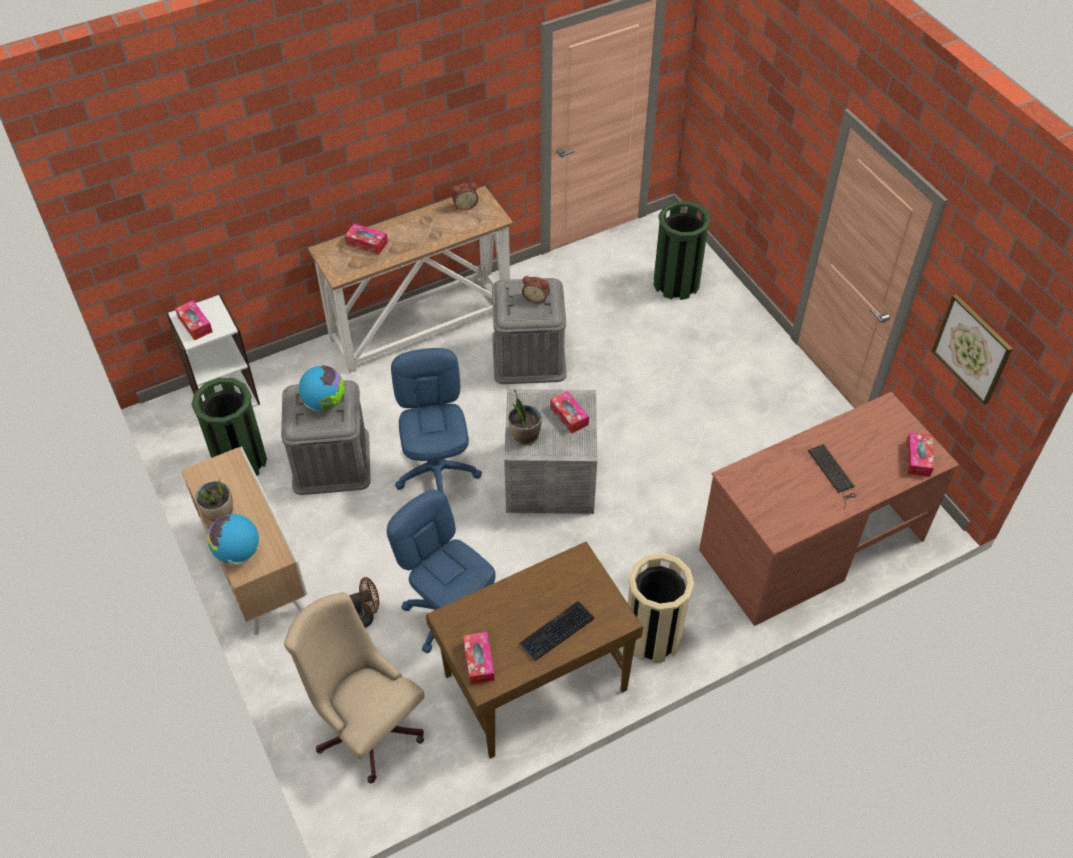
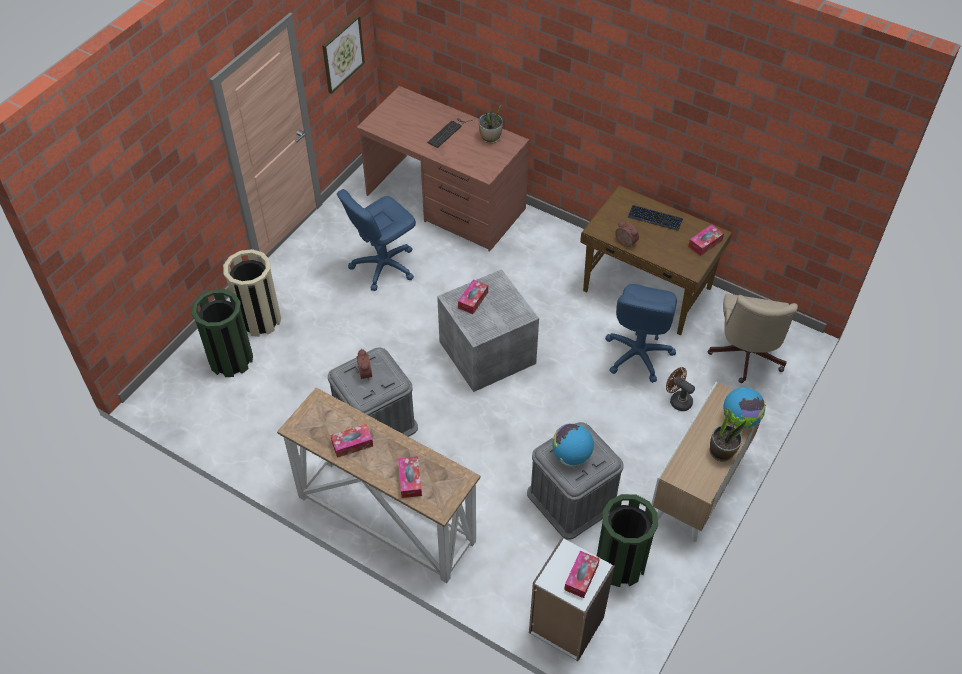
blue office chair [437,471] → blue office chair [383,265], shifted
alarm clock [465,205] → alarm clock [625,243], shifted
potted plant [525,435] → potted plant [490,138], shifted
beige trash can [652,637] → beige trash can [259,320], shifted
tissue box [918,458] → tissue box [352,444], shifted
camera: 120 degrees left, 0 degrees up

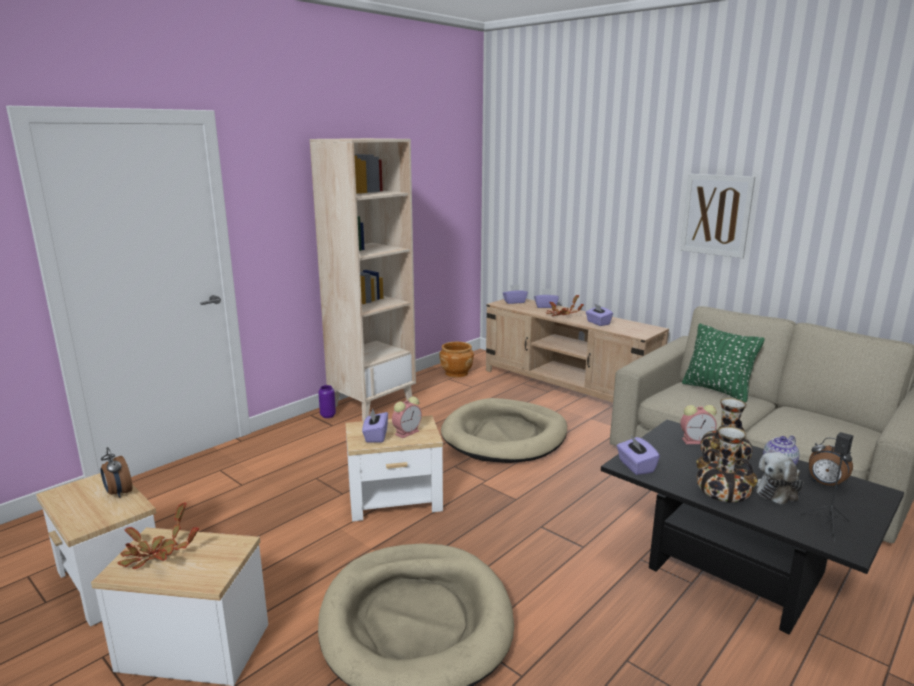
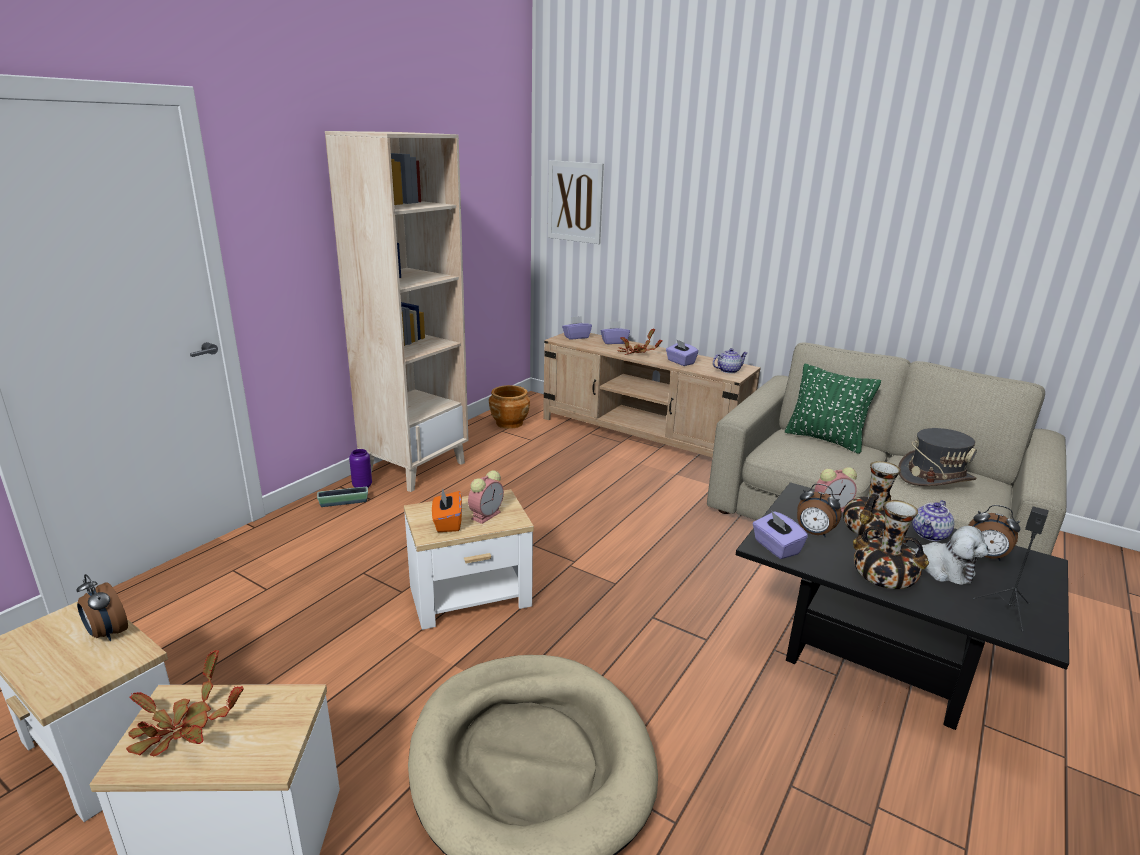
purple tissue box [375,436] → orange tissue box [447,523]
beige dog bed [505,436] → -
picture [716,215] → picture [575,202], shifted
plush toy [778,490] → plush toy [941,568], 90 degrees counterclockwise
- → planter [343,502]
- → teapot [728,370]
- → alarm clock [813,533]
- → grey hat [935,477]
camera: 10 degrees left, 5 degrees up

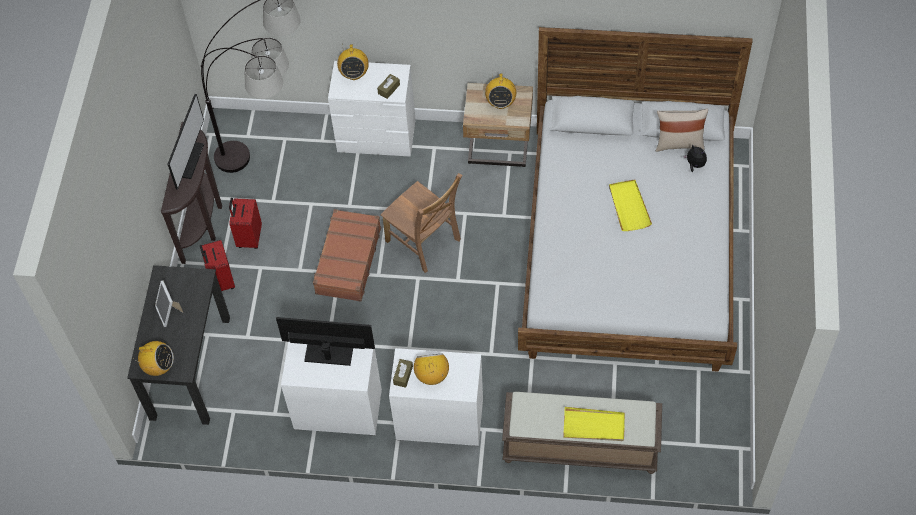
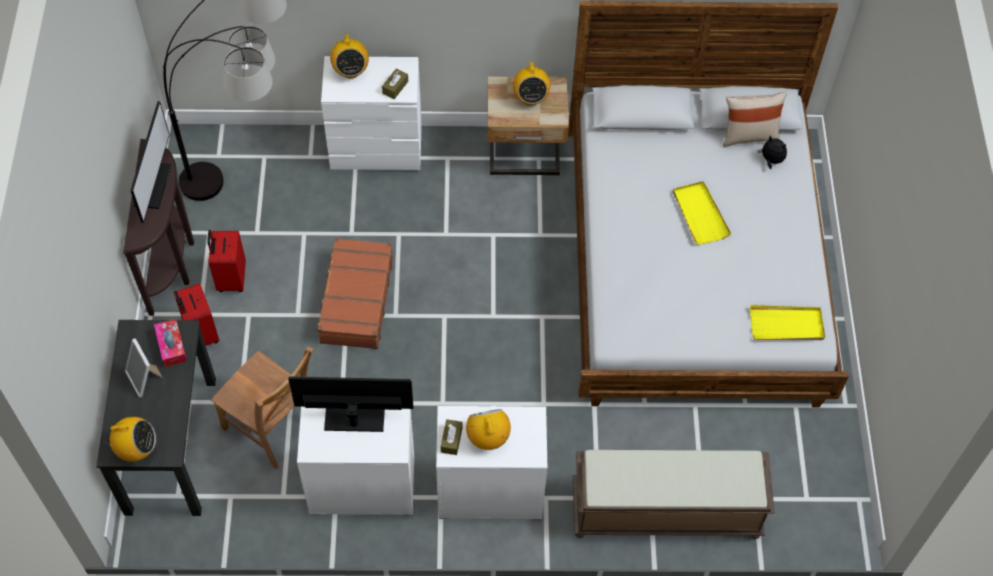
brown chair [425,242] → brown chair [274,427], shifted
yellow tray [594,426] → yellow tray [786,325], shifted
- → tissue box [171,346]
camera: 10 degrees left, 0 degrees up

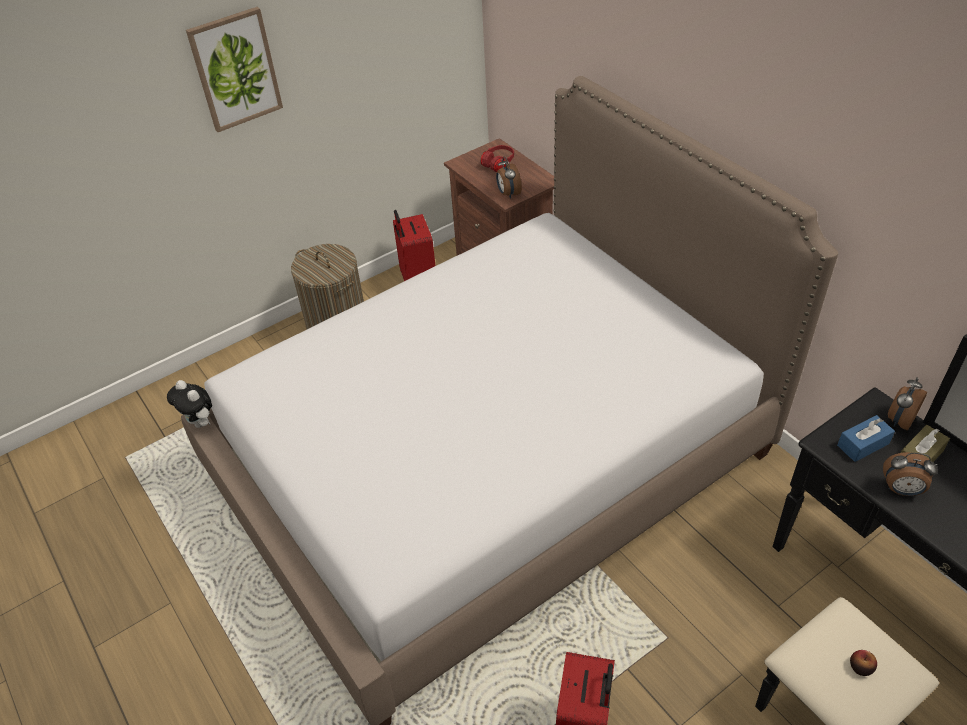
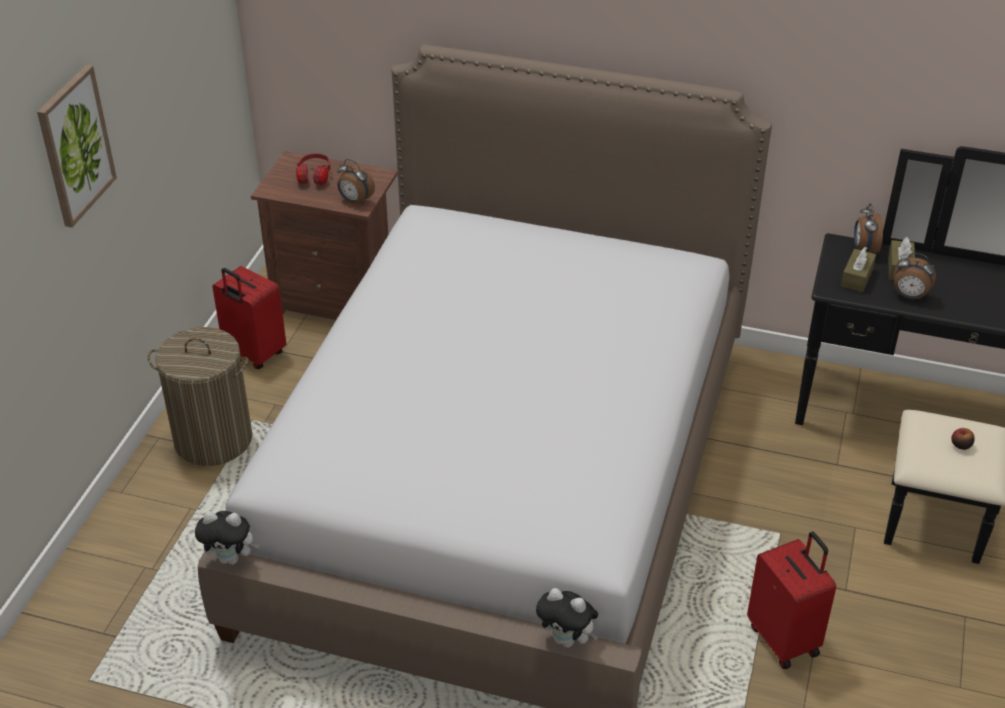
blue tissue box [863,444] → brown tissue box [857,277]
alarm clock [901,490] → alarm clock [909,296], 45 degrees clockwise
- → plush toy [567,640]
camera: 40 degrees left, 5 degrees down

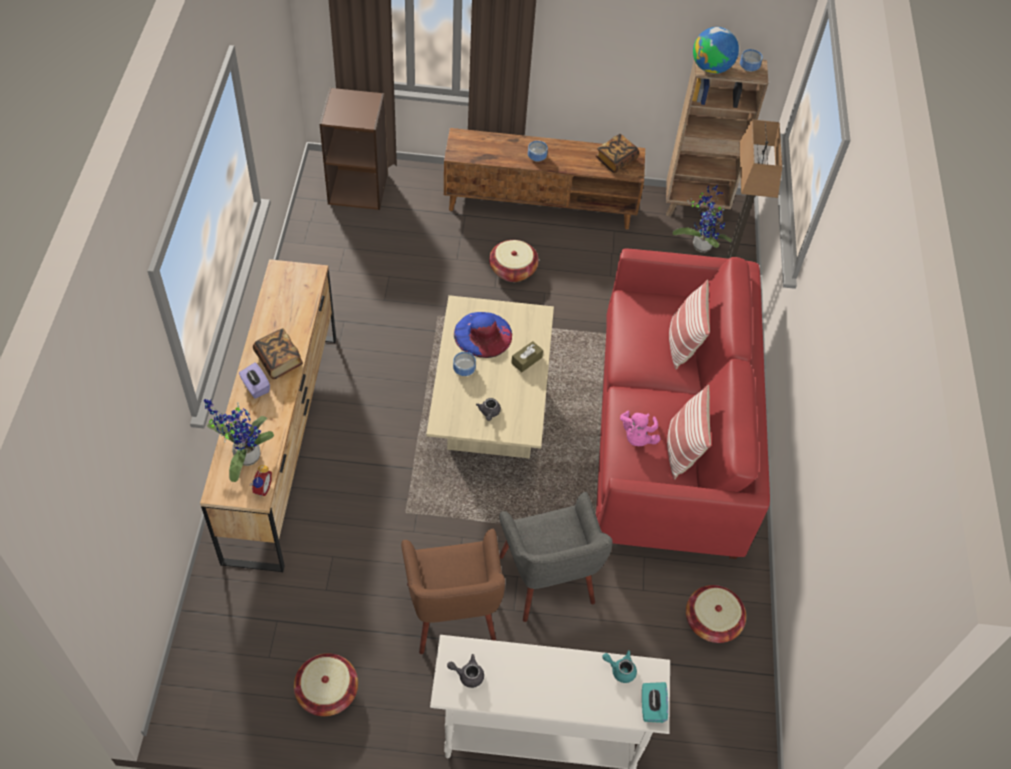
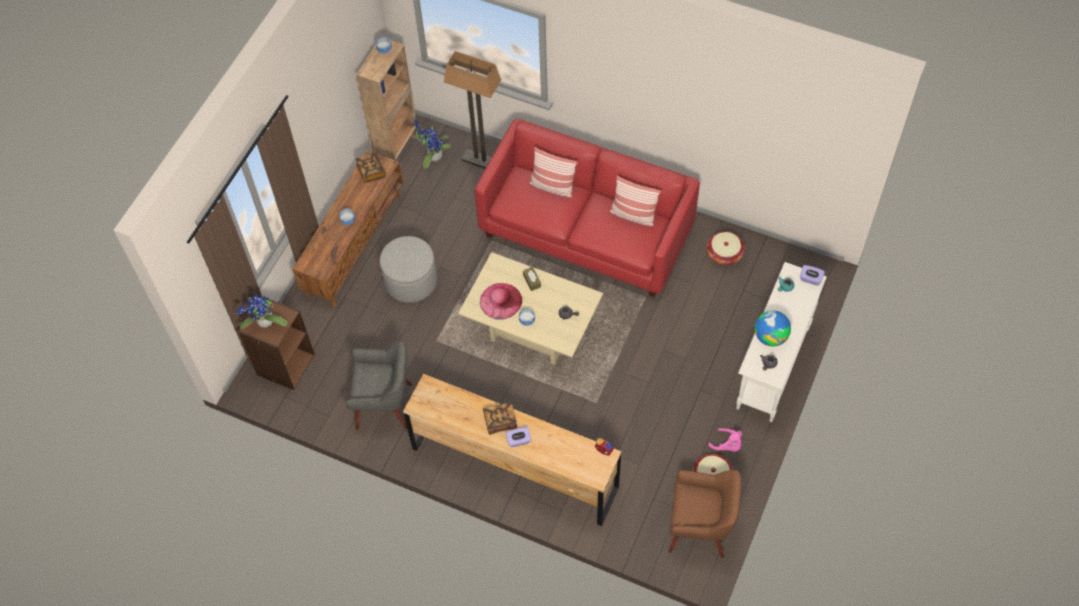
potted plant [244,456] → potted plant [264,323], shifted
brown armchair [452,613] → brown armchair [699,529], shifted
blue hat [483,334] → pink hat [500,301]
basket [513,270] → grey ottoman [411,281]
grey armchair [548,580] → grey armchair [385,405], shifted
pink plush toy [637,437] → pink plush toy [727,445], shifted
turquoise tissue box [652,707] → purple tissue box [810,279]
globe [711,68] → globe [770,336], shifted
camera: 65 degrees left, 5 degrees up

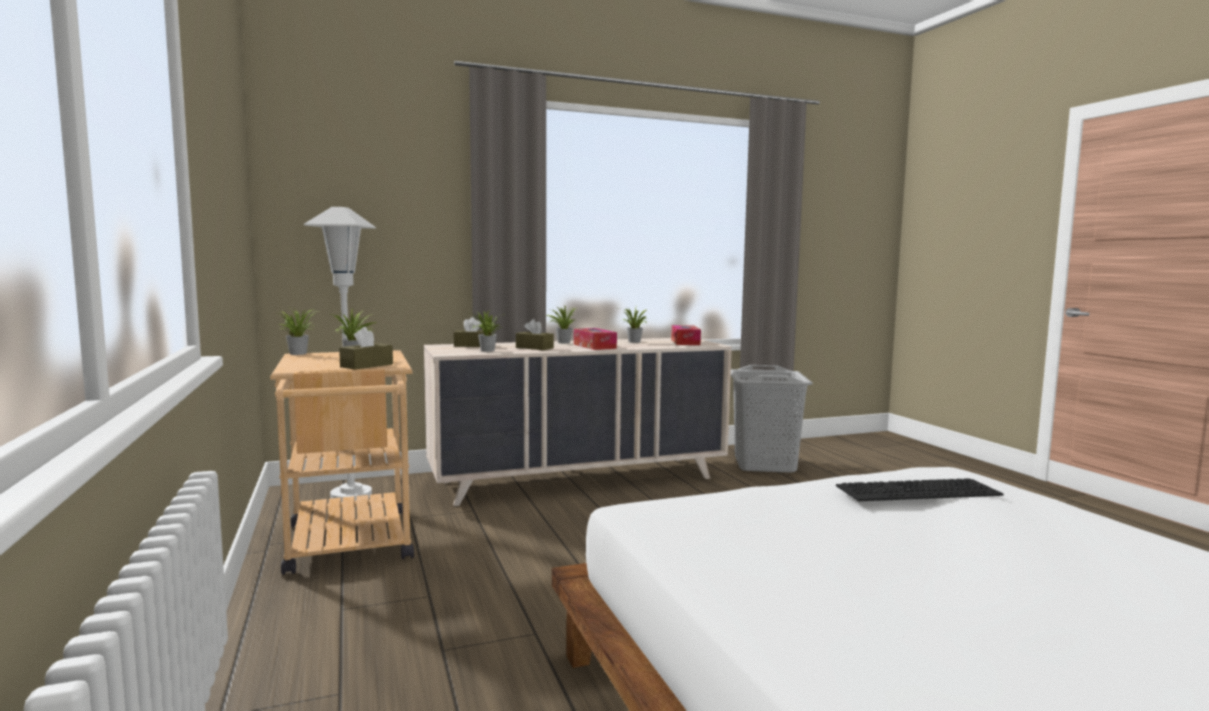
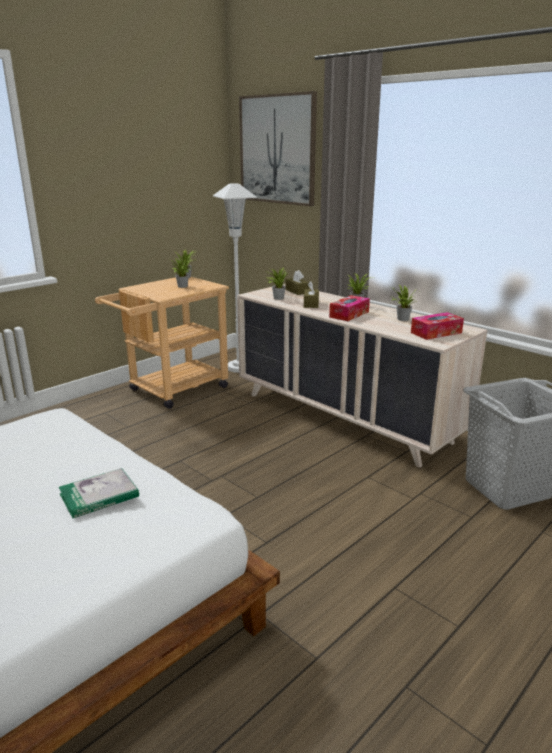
brown tissue box [367,365] → -
keyboard [918,491] → book [99,495]
- → picture [277,150]
camera: 65 degrees right, 15 degrees up

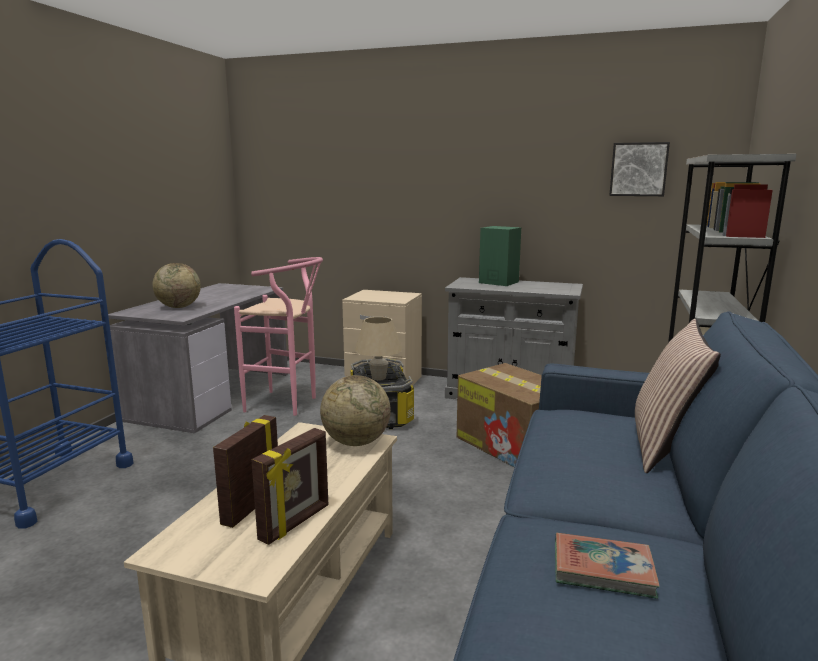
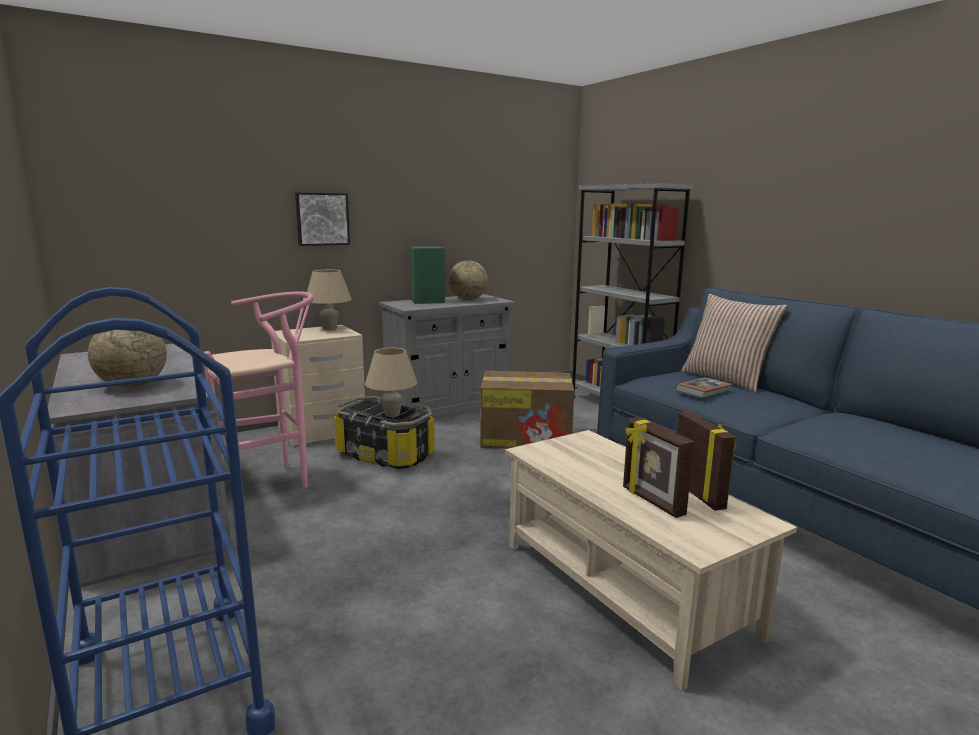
globe [356,442] → globe [468,299], shifted
book [602,570] → book [703,391], shifted
picture [638,169] → picture [322,219], shifted
- → beige table lamp [329,328]
camera: 50 degrees left, 0 degrees up

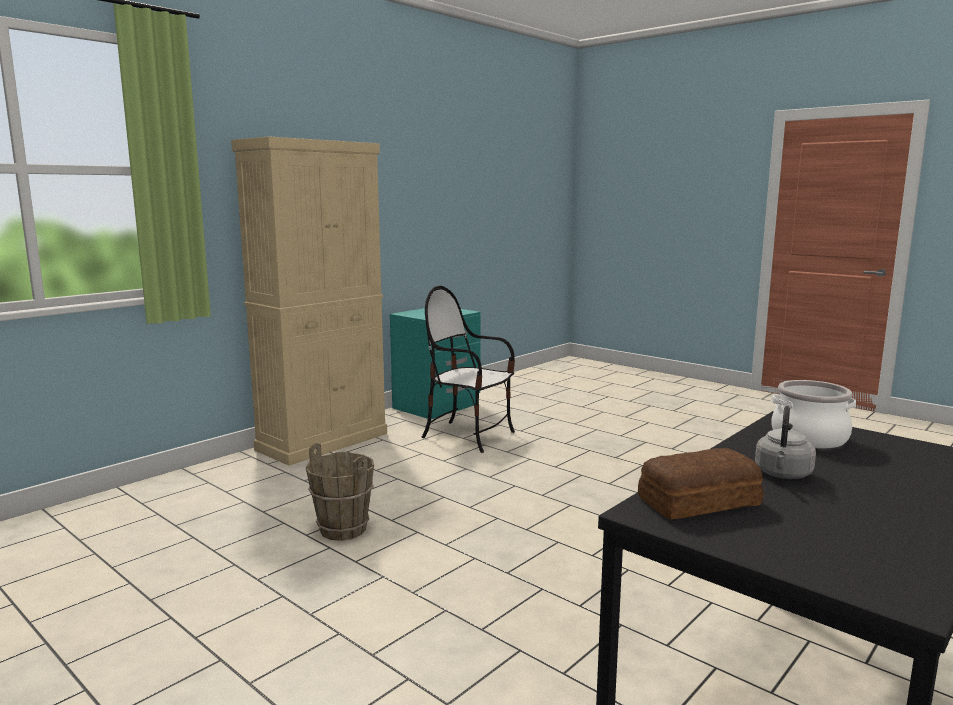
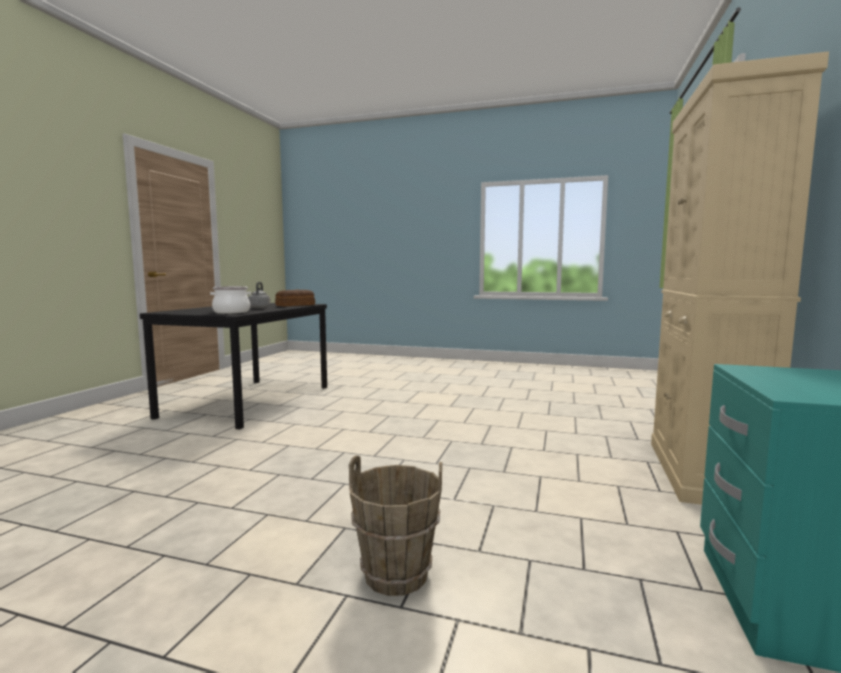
brown bucket [343,529] → brown bucket [396,575], shifted
chair [469,436] → -
camera: 155 degrees right, 5 degrees down

